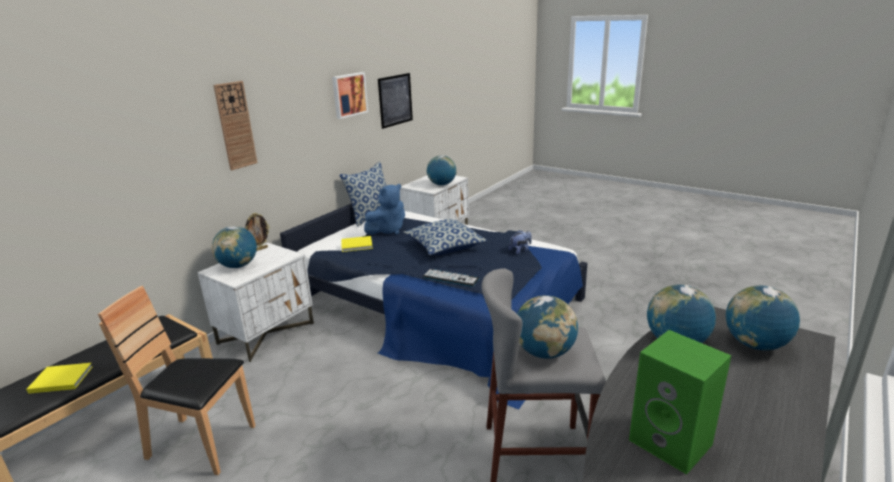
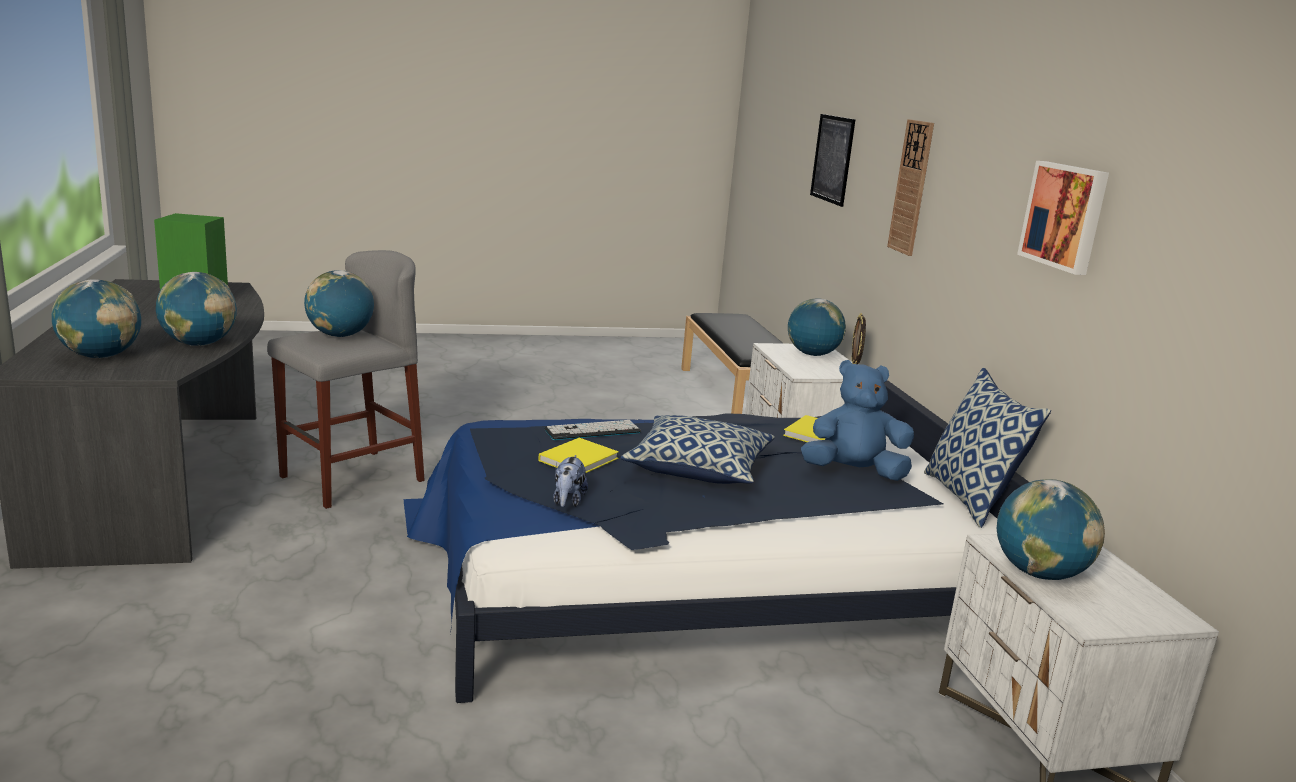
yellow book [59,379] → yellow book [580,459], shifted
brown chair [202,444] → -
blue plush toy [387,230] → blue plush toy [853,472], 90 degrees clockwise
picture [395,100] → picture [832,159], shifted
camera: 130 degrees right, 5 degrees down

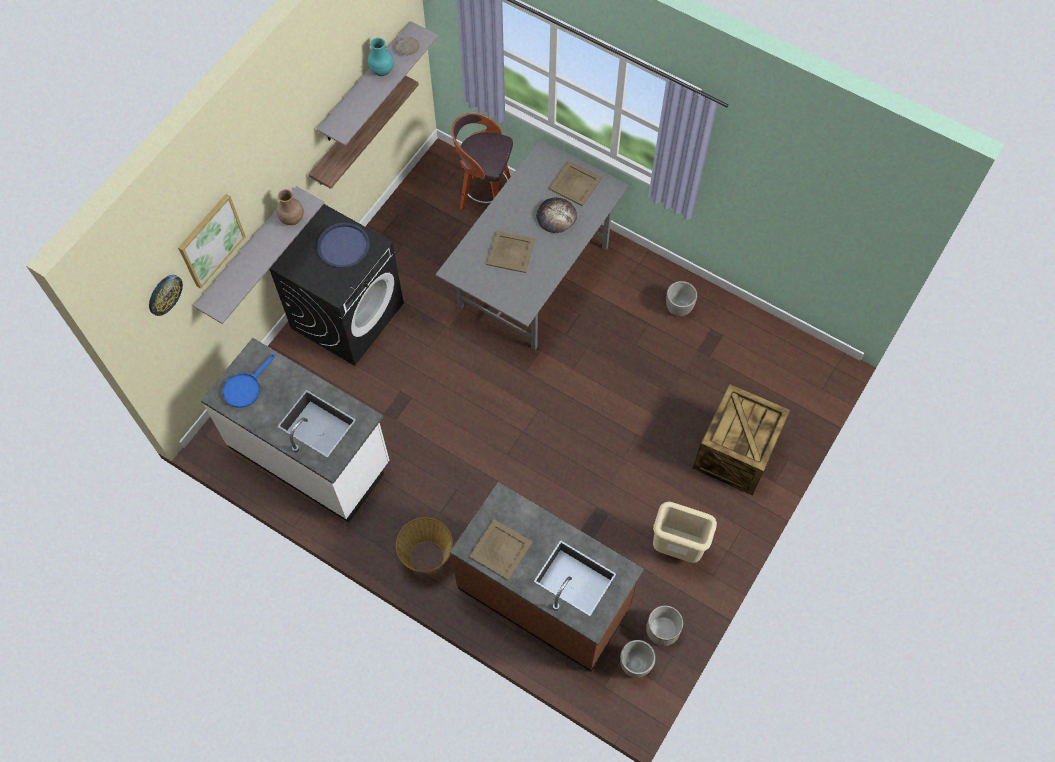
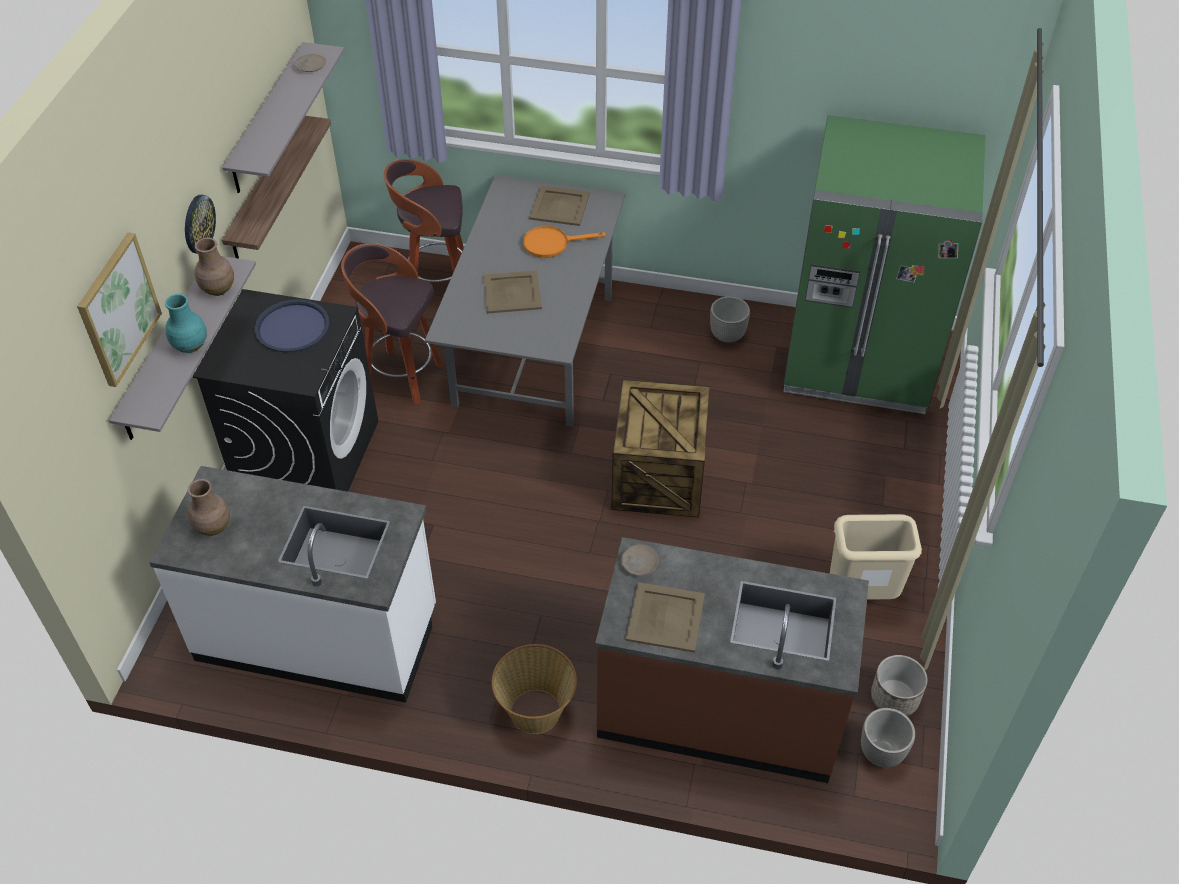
wall clock [164,294] → wall clock [198,224], shifted
blue frying pan [246,387] → brown vase [212,527]
turquoise vase [382,70] → turquoise vase [190,345], shifted
bread [556,216] → orange frying pan [552,243]
crate [734,451] → crate [657,475], shifted
- → stool [401,377]
- → beige plate [639,563]
- → green fridge [858,363]
camera: 20 degrees left, 15 degrees down

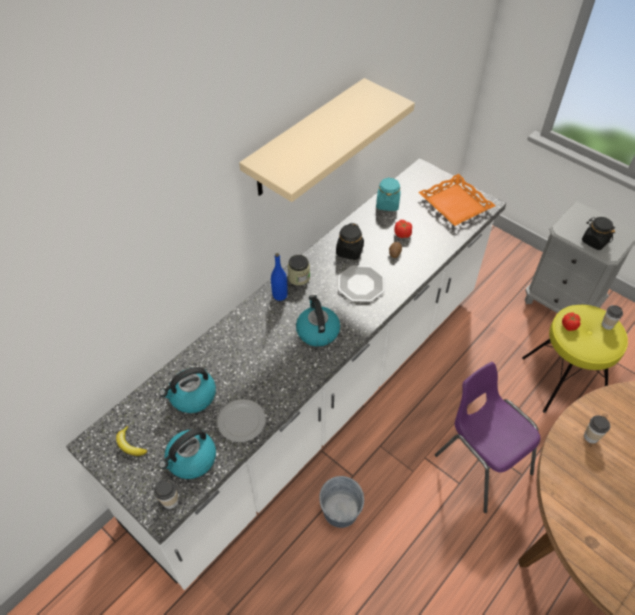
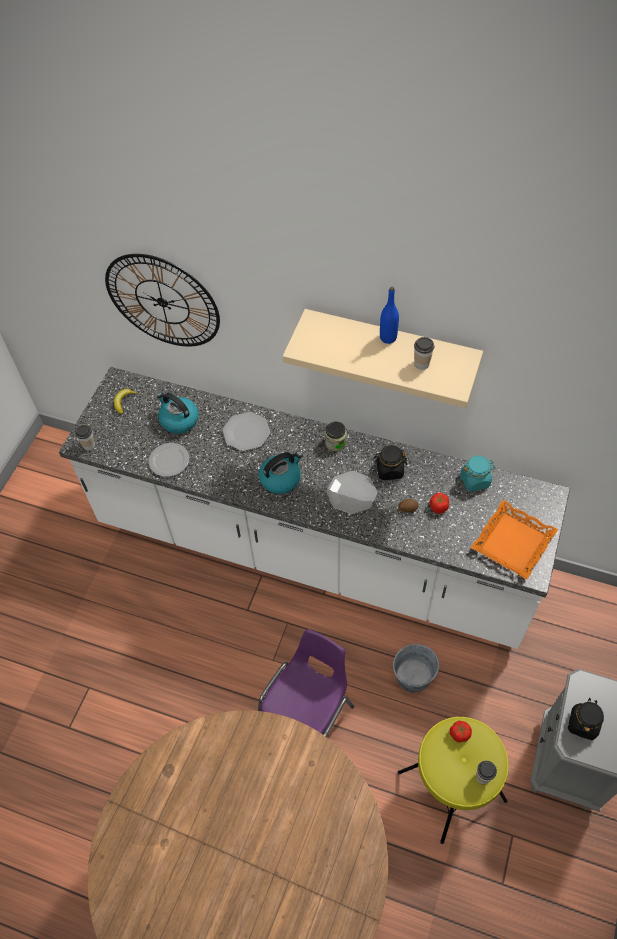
kettle [191,460] → -
blue bottle [280,295] → blue bottle [388,338], shifted
grey bucket [340,510] → grey bucket [413,675], shifted
cup [591,437] → cup [421,364], shifted
- → wall clock [162,301]
- → plate [246,432]
camera: 70 degrees right, 5 degrees up

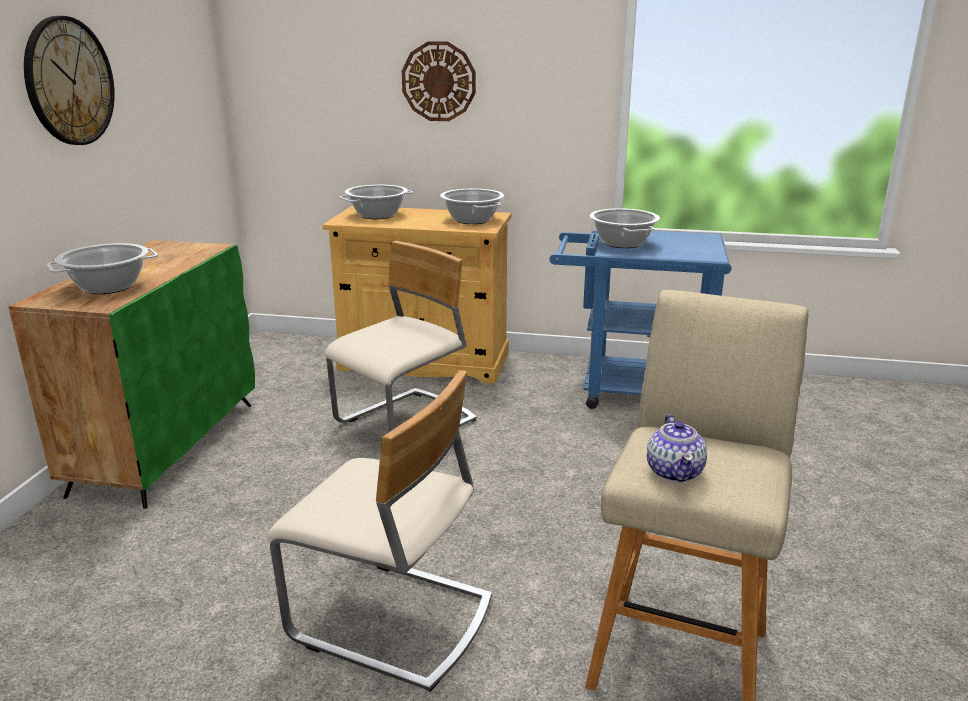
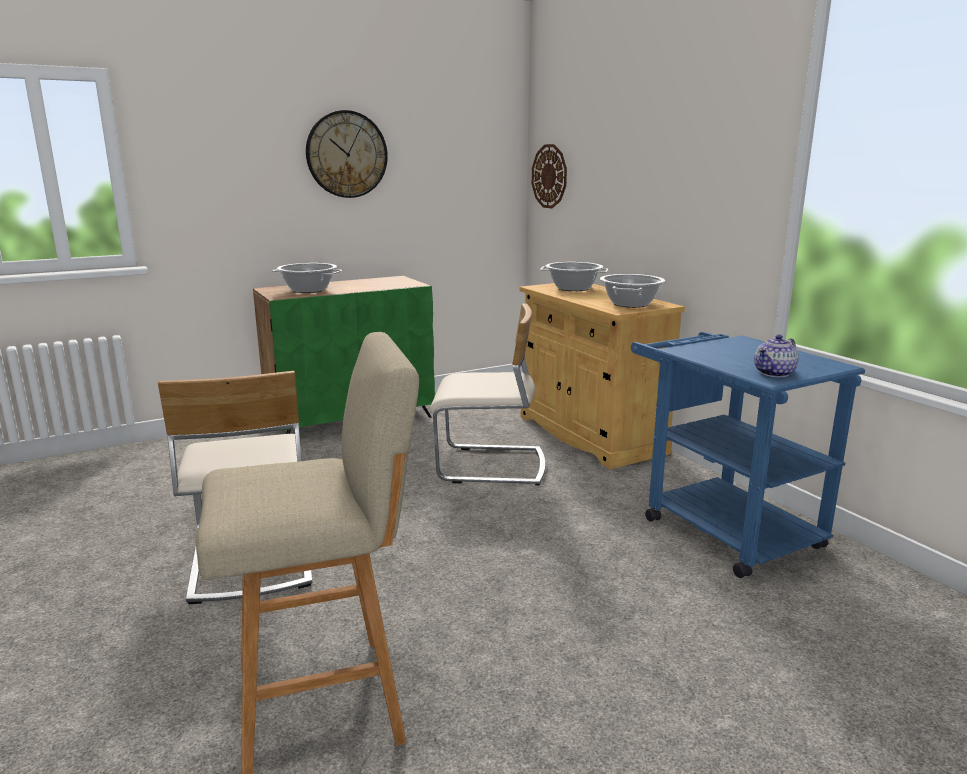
wall clock [439,81] → wall clock [549,176], shifted
cooking pot [622,243] → -
teapot [675,472] → teapot [775,373], shifted
camera: 50 degrees right, 5 degrees down

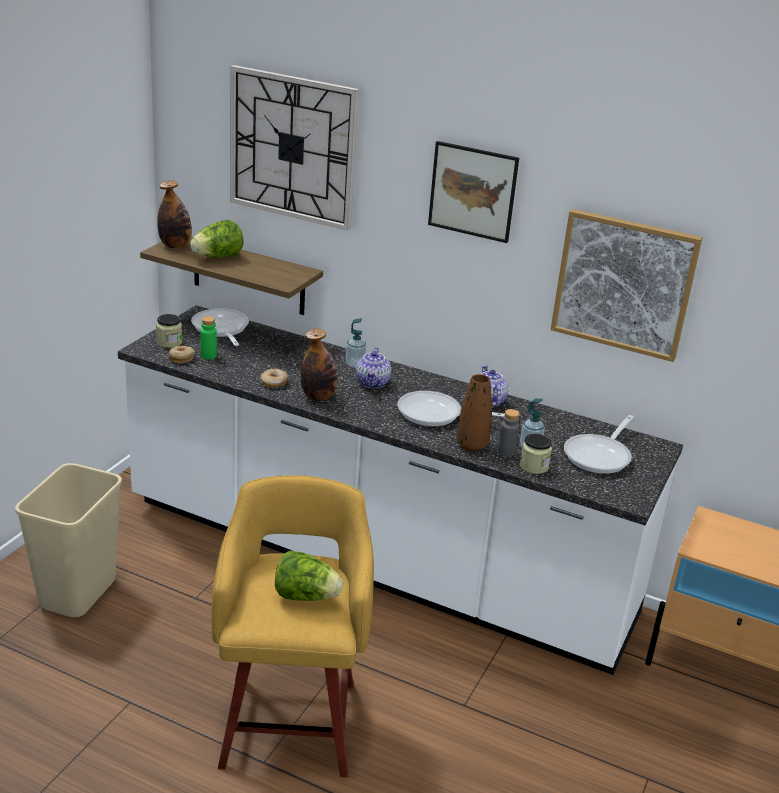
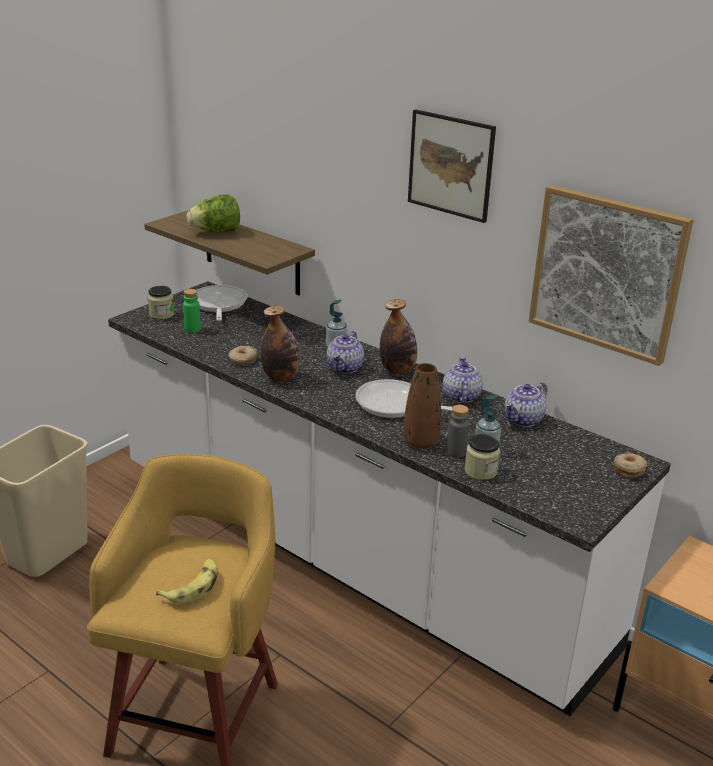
bottle [175,246] → bottle [397,370], shifted
donut [181,358] → donut [628,469], shifted
wall clock [292,147] → -
lettuce [305,596] → banana [193,586]
frying pan [600,456] → -
- → teapot [523,420]
camera: 15 degrees right, 0 degrees up

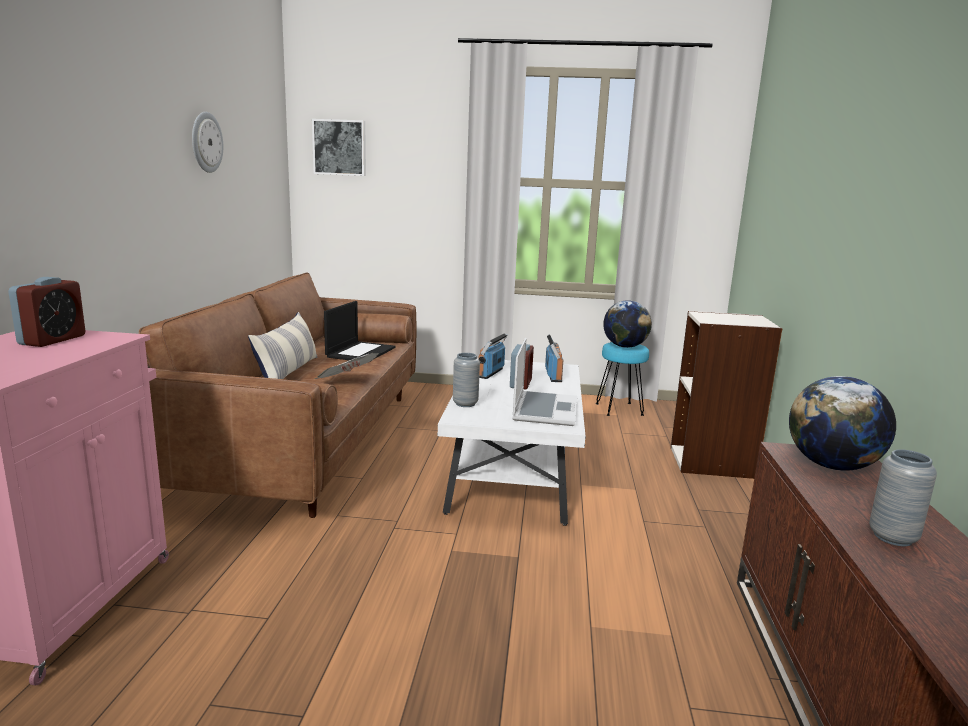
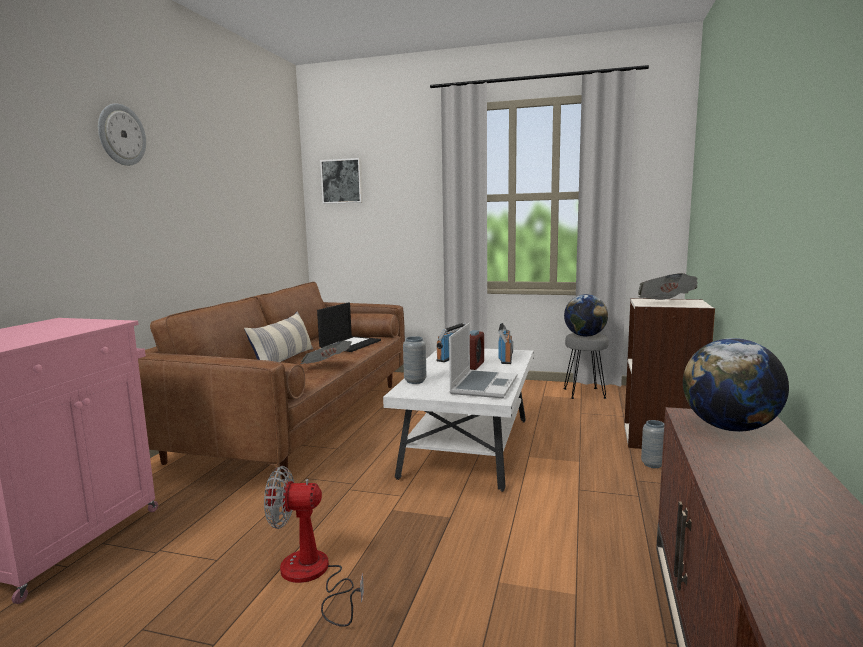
alarm clock [52,340] → -
wall clock [206,142] → wall clock [121,135], shifted
turquoise stool [620,409] → grey stool [585,393]
grey vase [892,537] → grey vase [652,464], shifted
- → fan [312,576]
- → newspaper [665,303]
camera: 10 degrees right, 5 degrees down

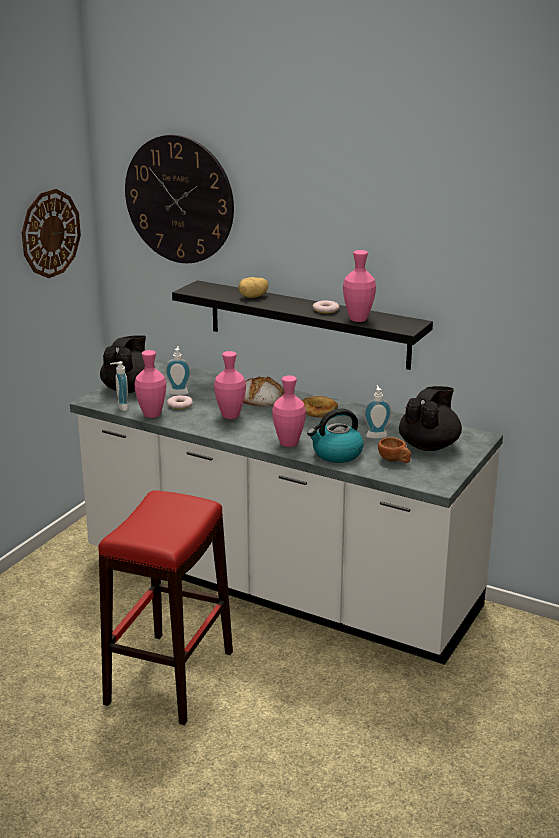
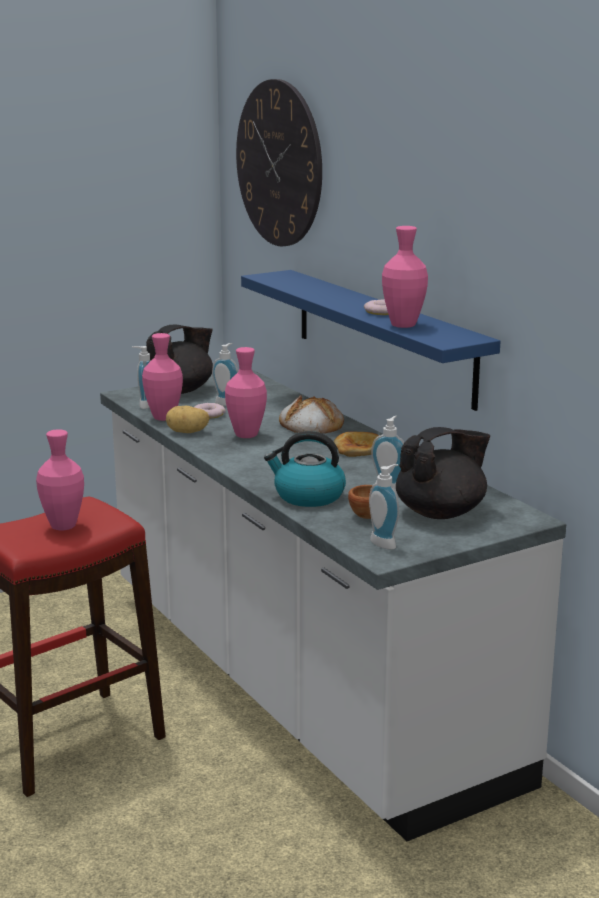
wall clock [50,233] → -
black shelf [308,324] → blue shelf [382,335]
potato [253,297] → potato [187,432], shifted
pink vase [288,443] → pink vase [63,526], shifted
- → soap dispenser [386,543]
camera: 30 degrees right, 5 degrees down

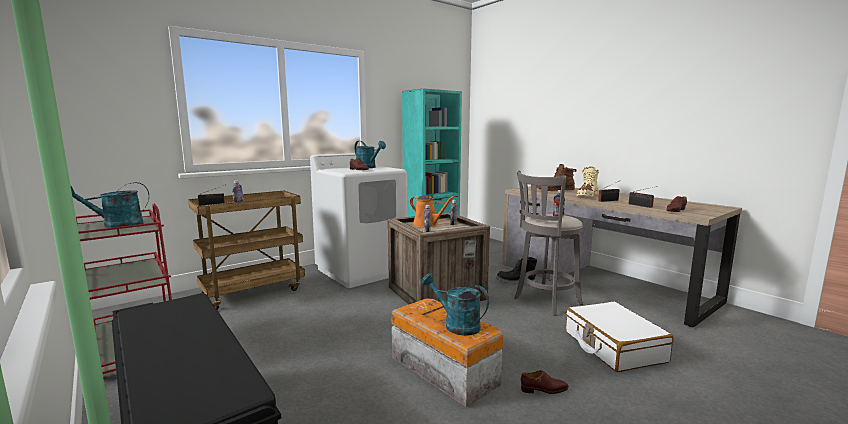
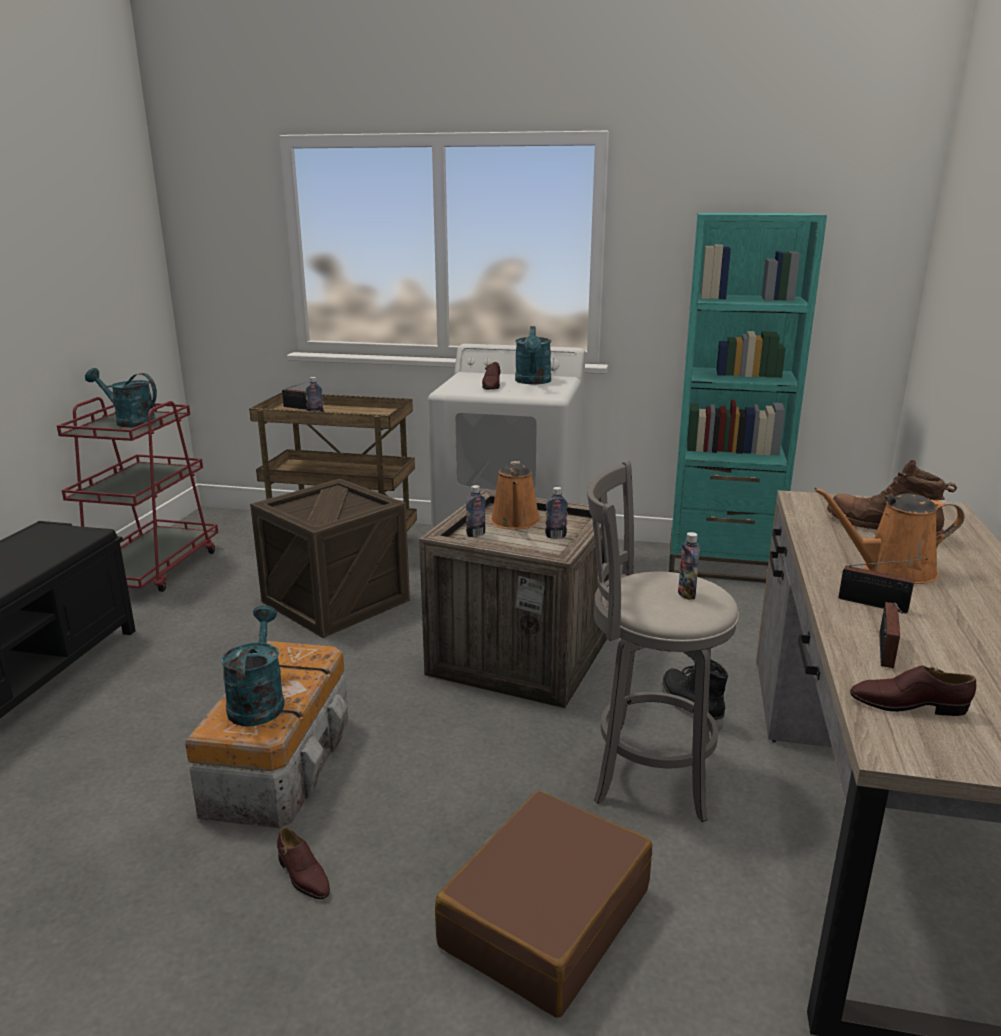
white suitcase [613,346] → brown suitcase [545,917]
beige boot [587,195] → orange watering can [891,570]
- → crate [335,601]
camera: 50 degrees right, 10 degrees up

